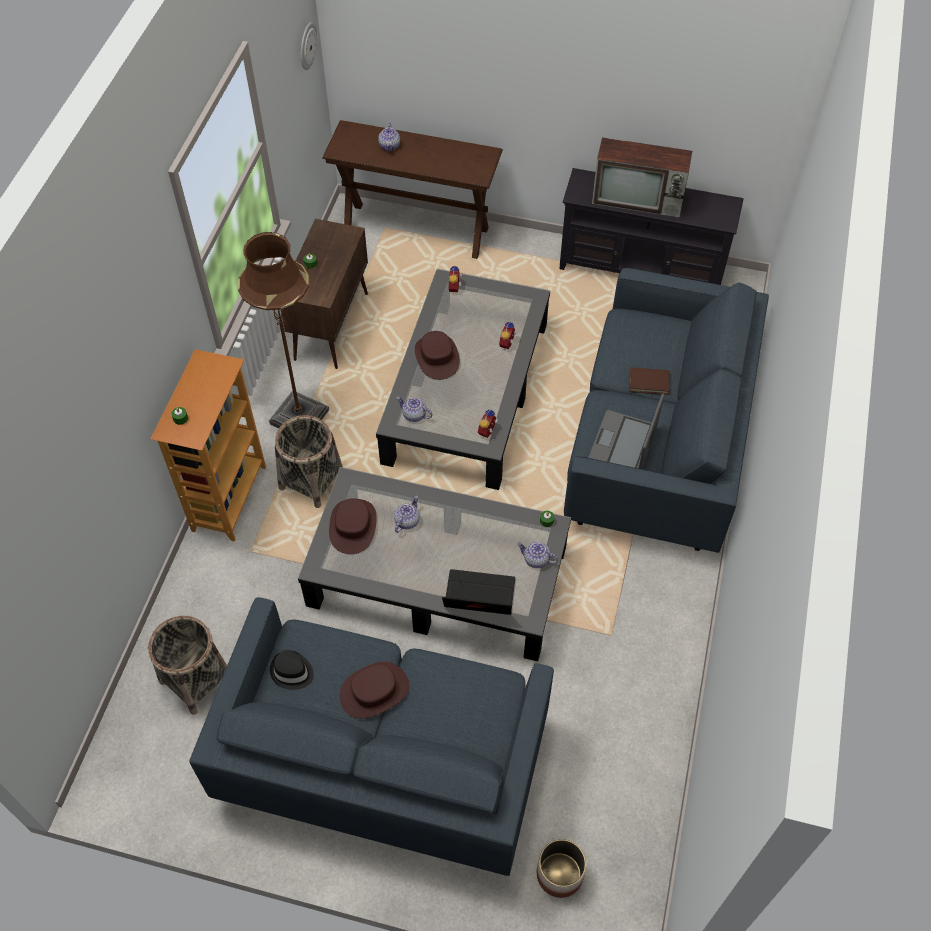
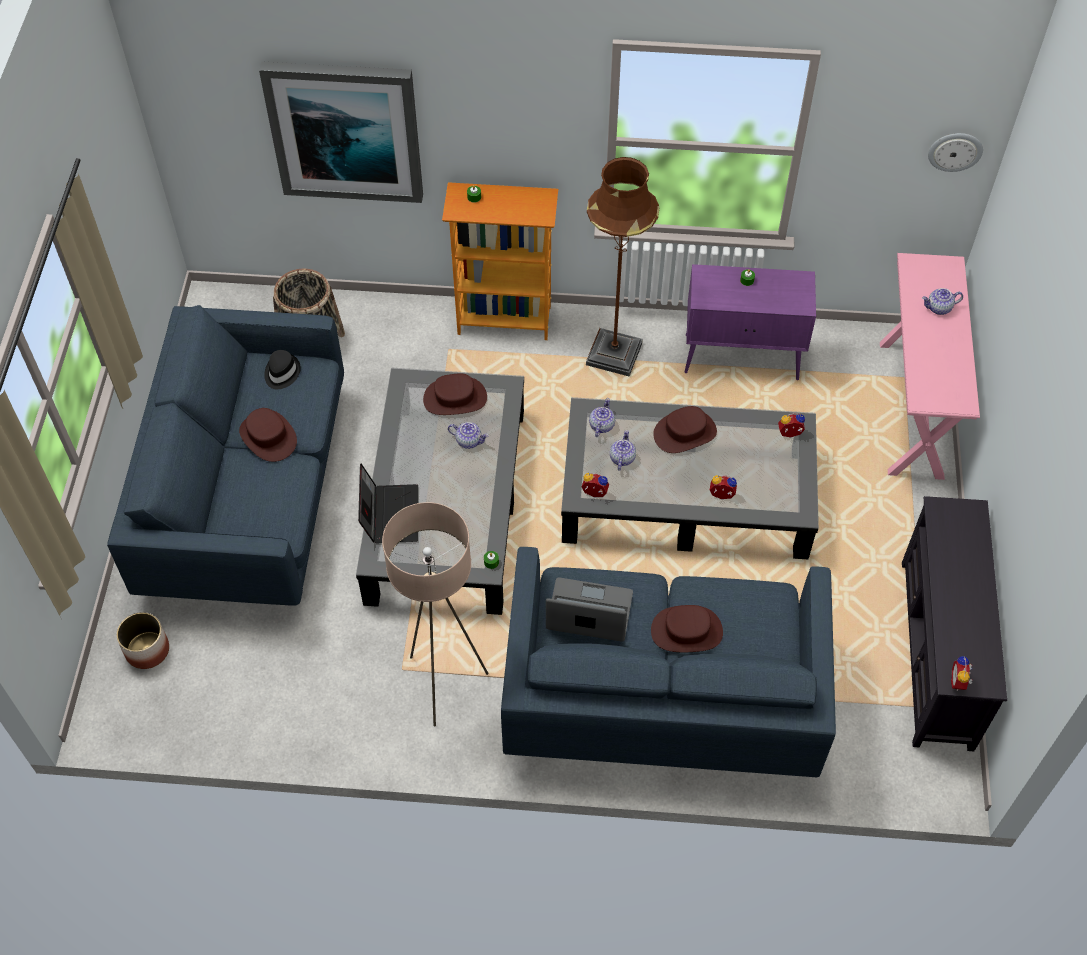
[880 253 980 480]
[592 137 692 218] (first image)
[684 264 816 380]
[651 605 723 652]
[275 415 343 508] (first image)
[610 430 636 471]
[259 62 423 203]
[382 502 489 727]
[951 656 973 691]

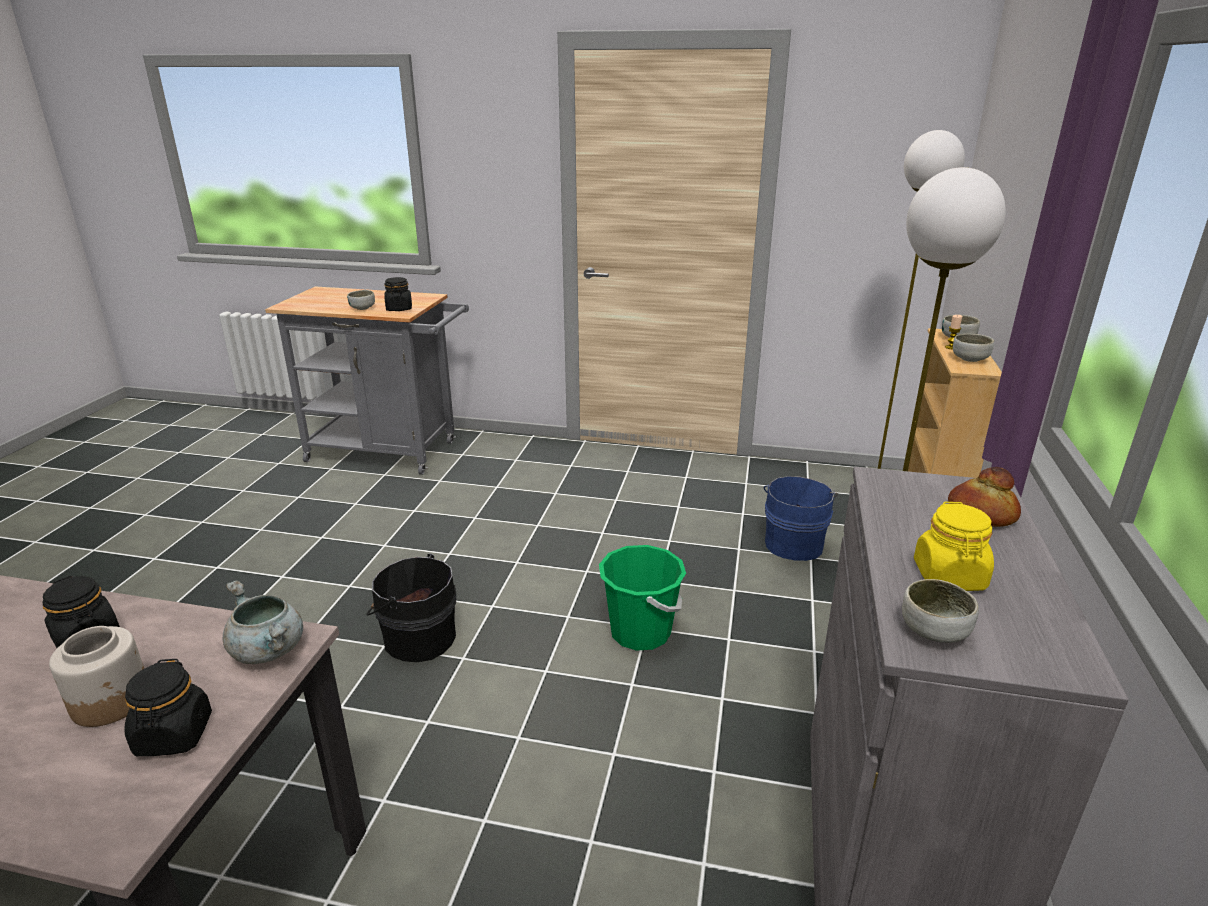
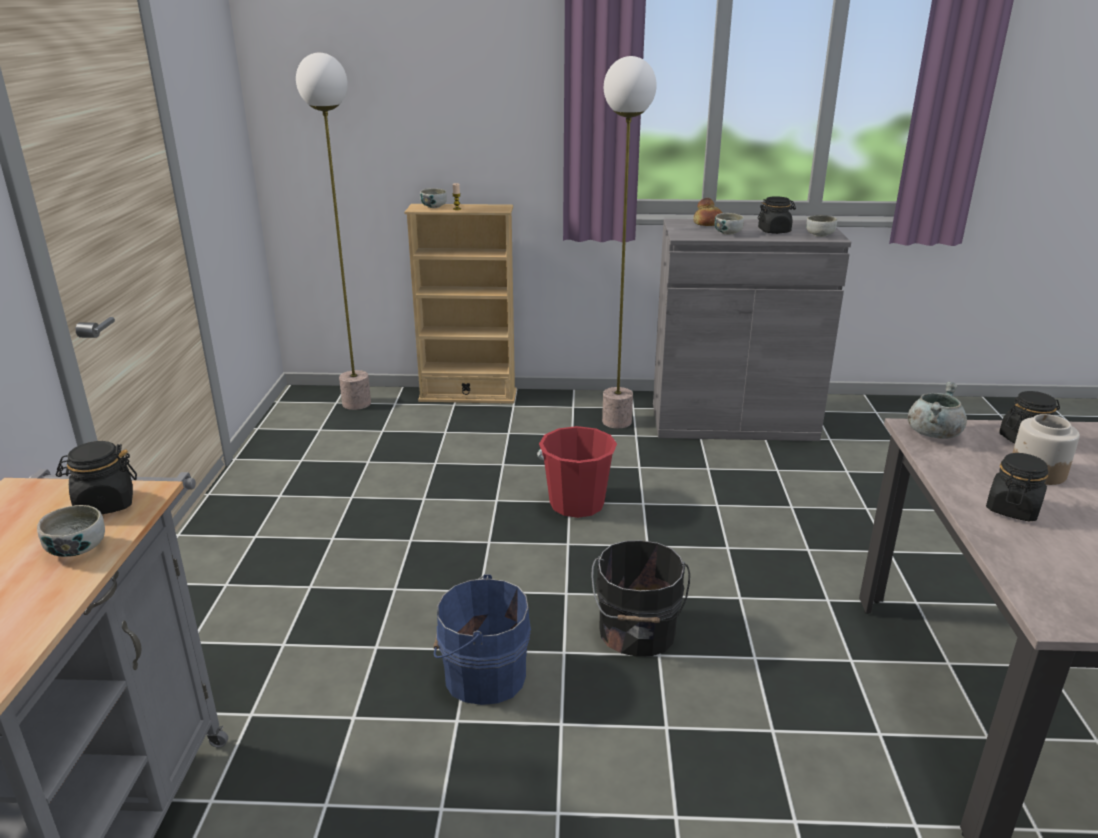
[715 213 744 235]
[434 574 531 705]
[758 196 796 234]
[537 426 617 518]

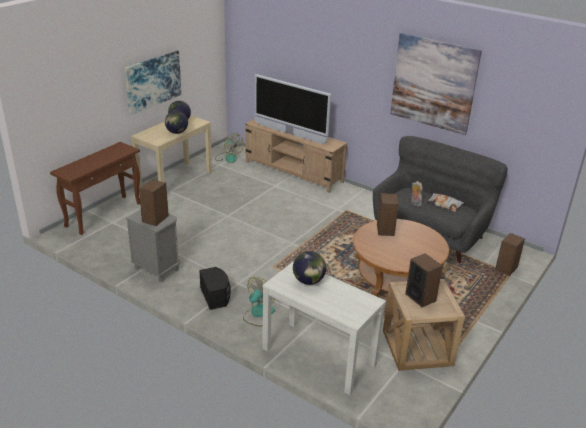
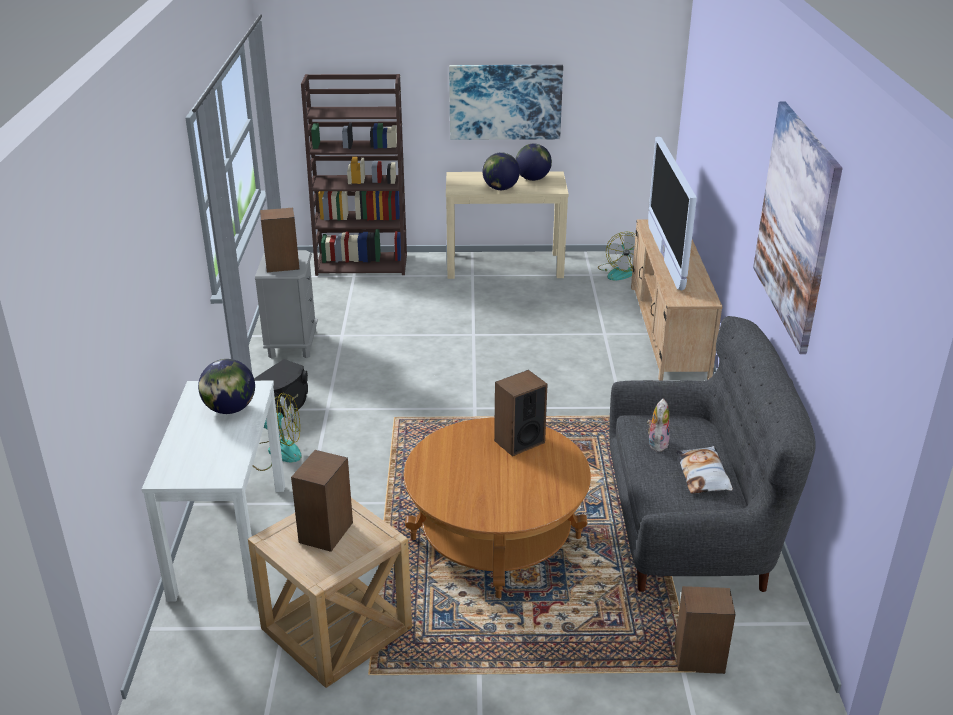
[301 74 407 276]

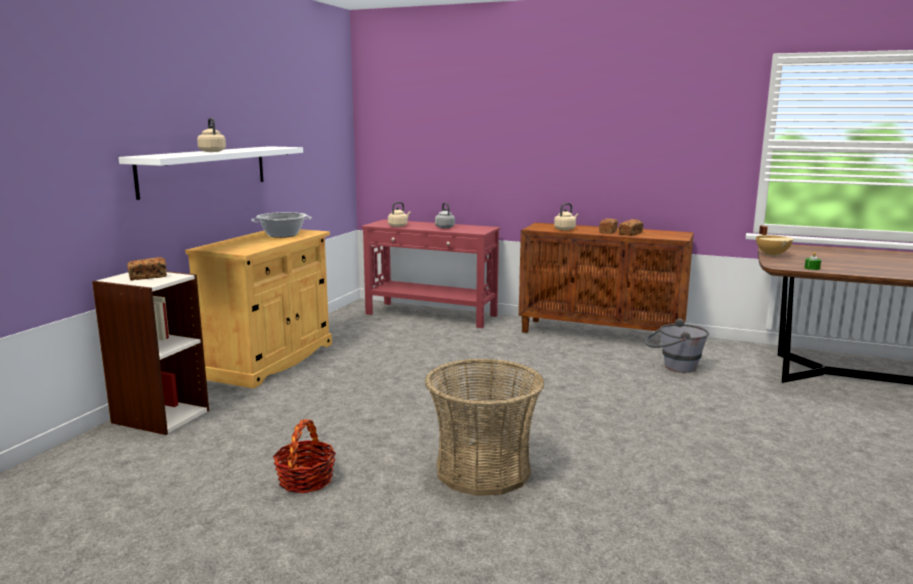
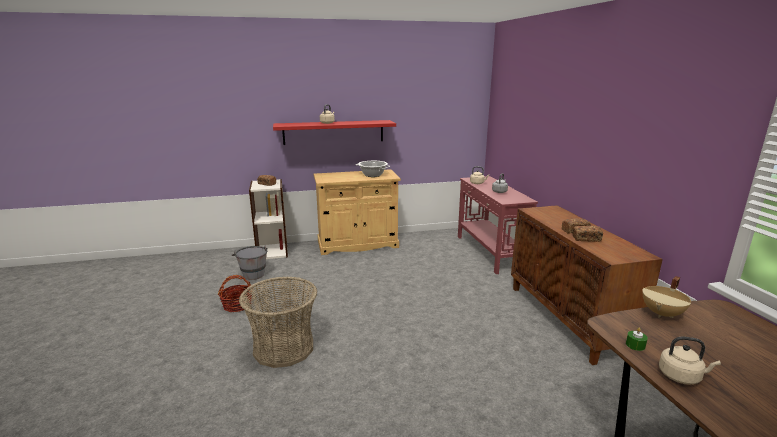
[273 120 396 145]
[659 336 721 385]
[232 245 268 280]

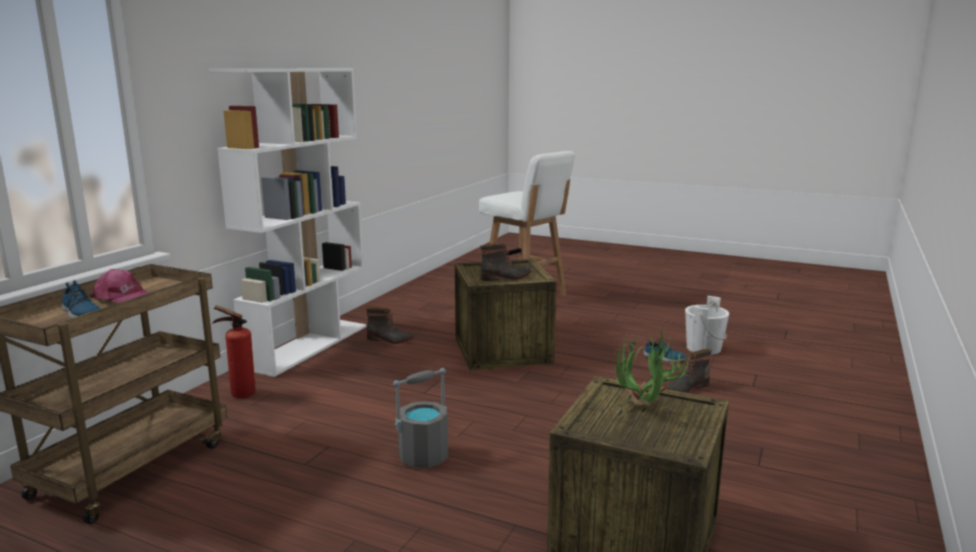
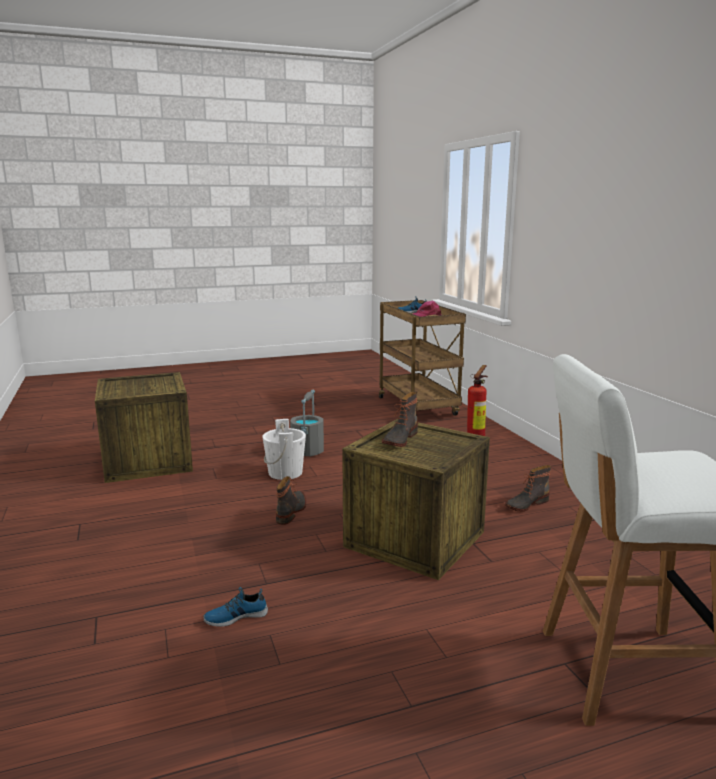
[209 68 366 377] (first image)
[262 419 306 480]
[614 330 692 408] (first image)
[276 476 306 525]

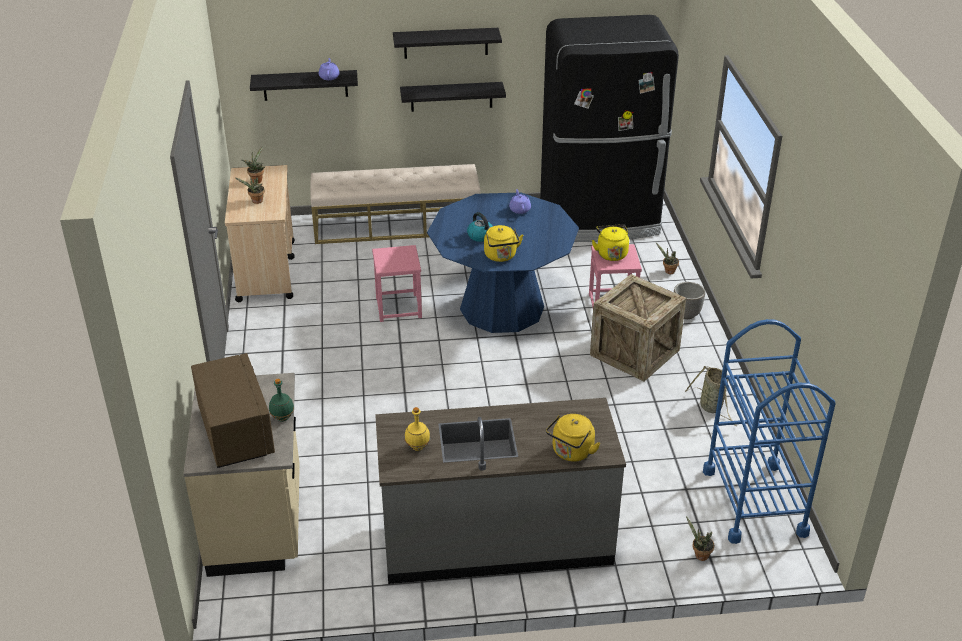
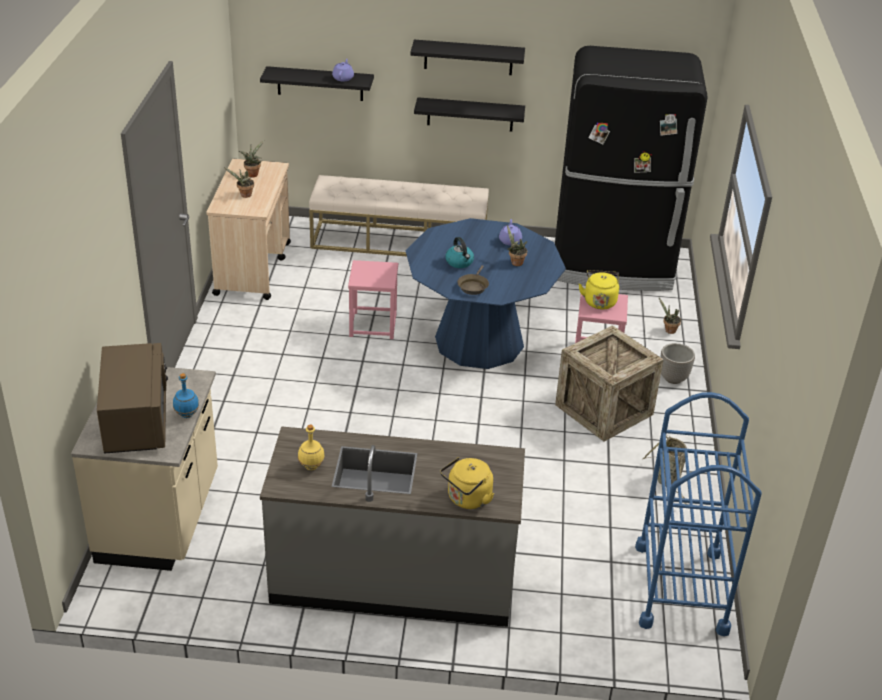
[457 265 489 295]
[173 373 199 418]
[507 225 527 266]

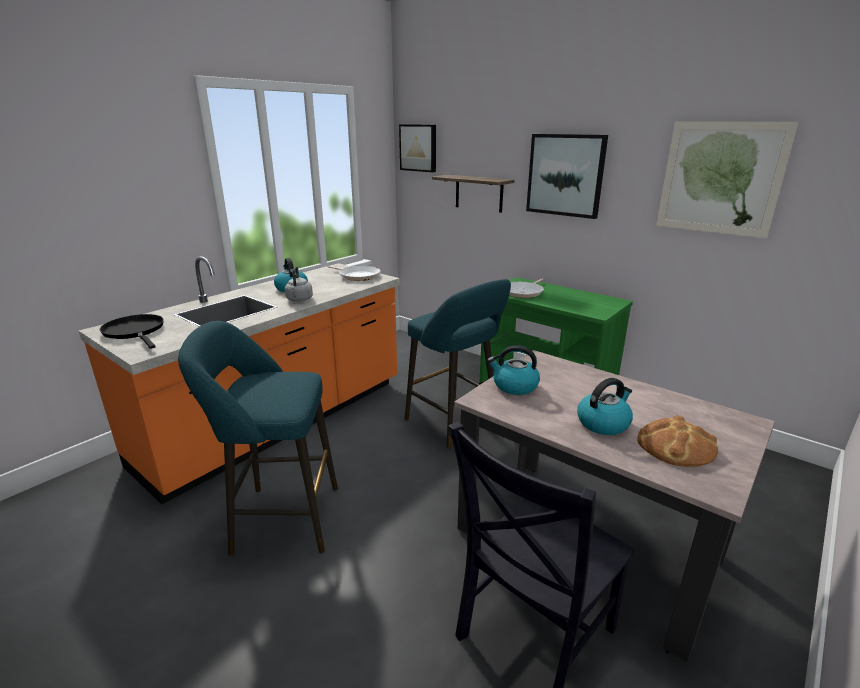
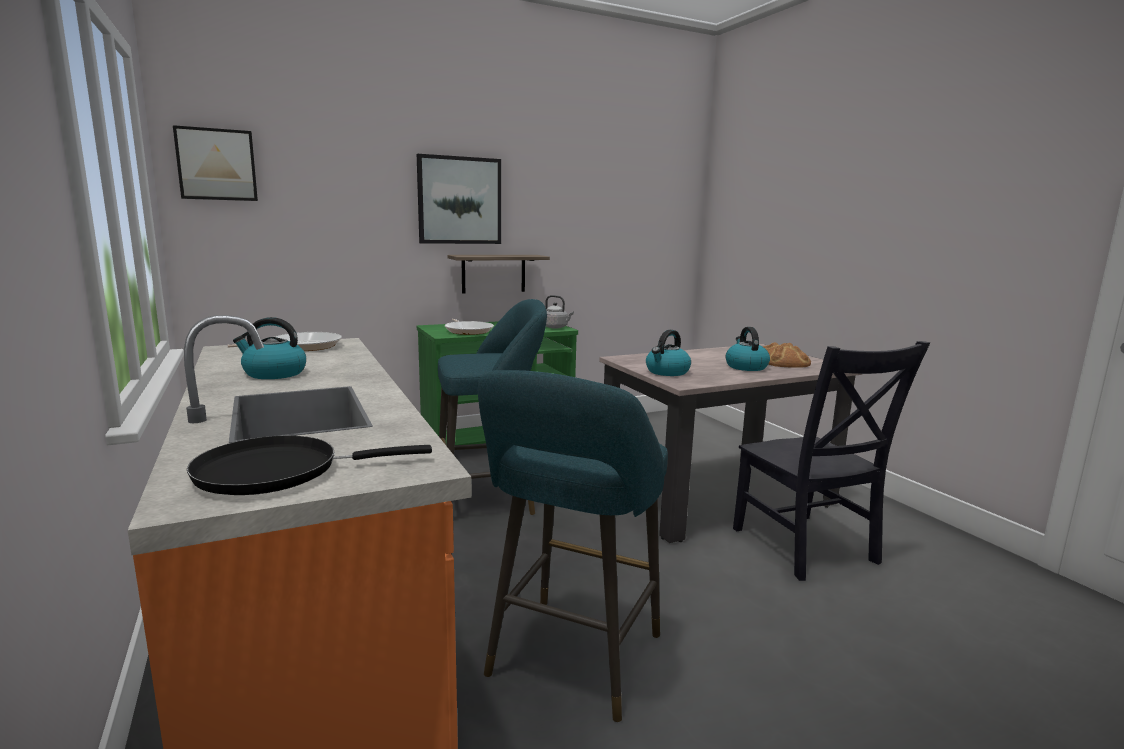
[656 122 798 238] (first image)
[447 255 550 294]
[546 295 574 328]

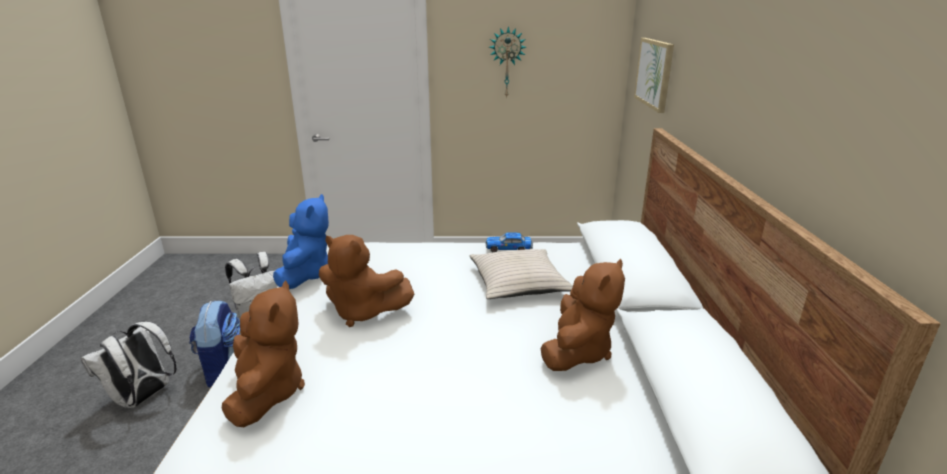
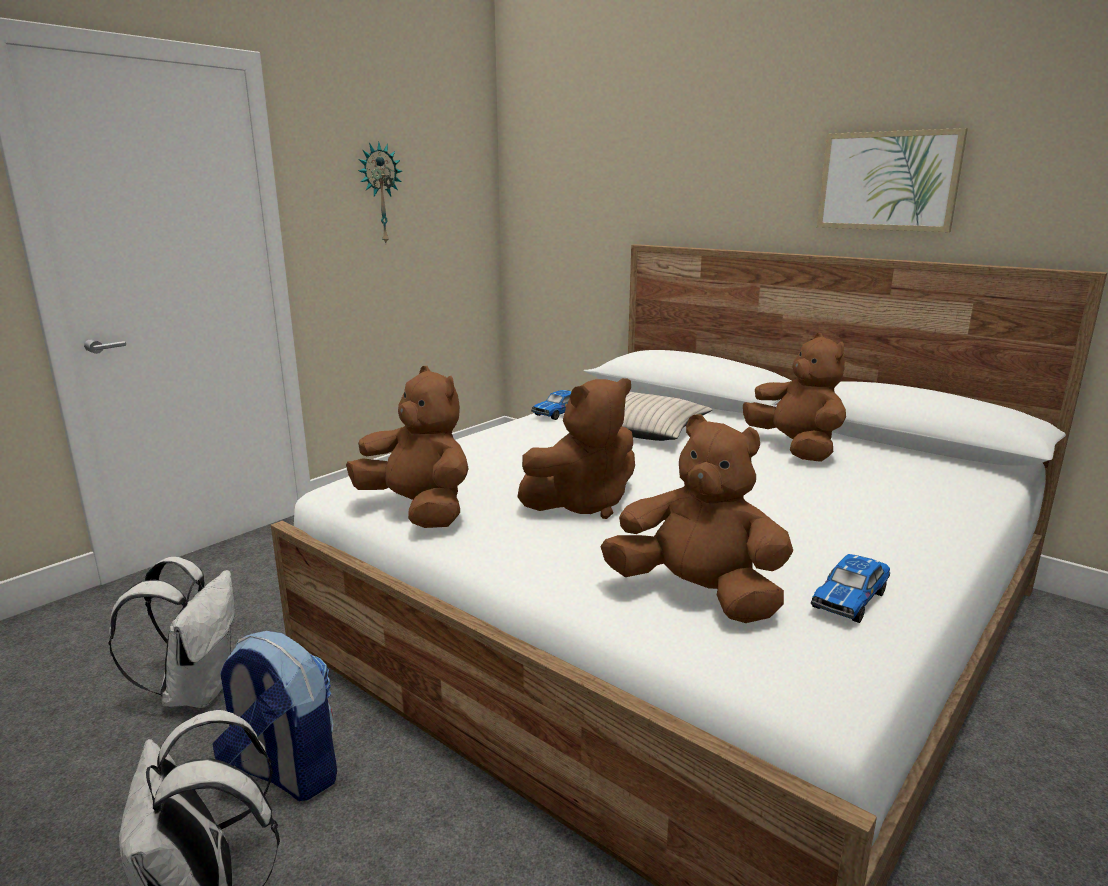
[817 128 968 232]
[346 366 469 528]
[811 554 890 623]

